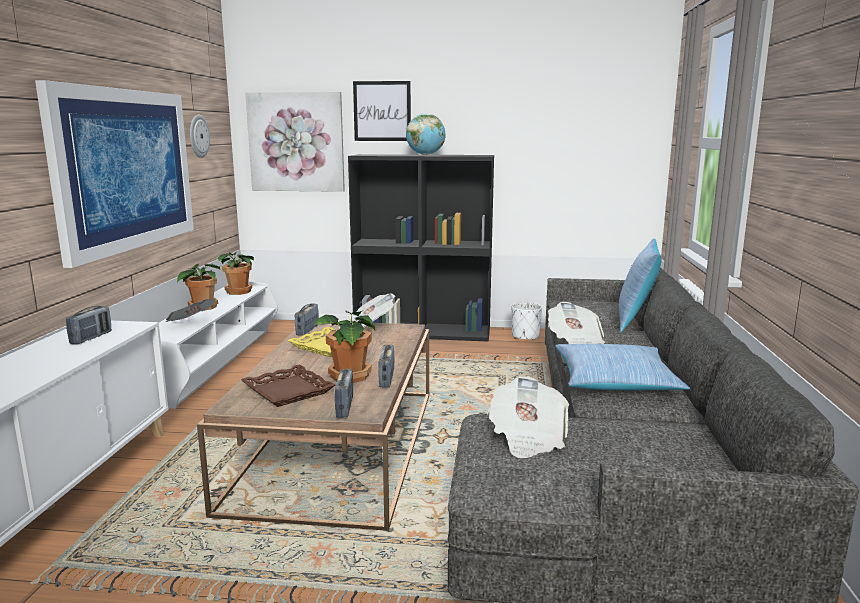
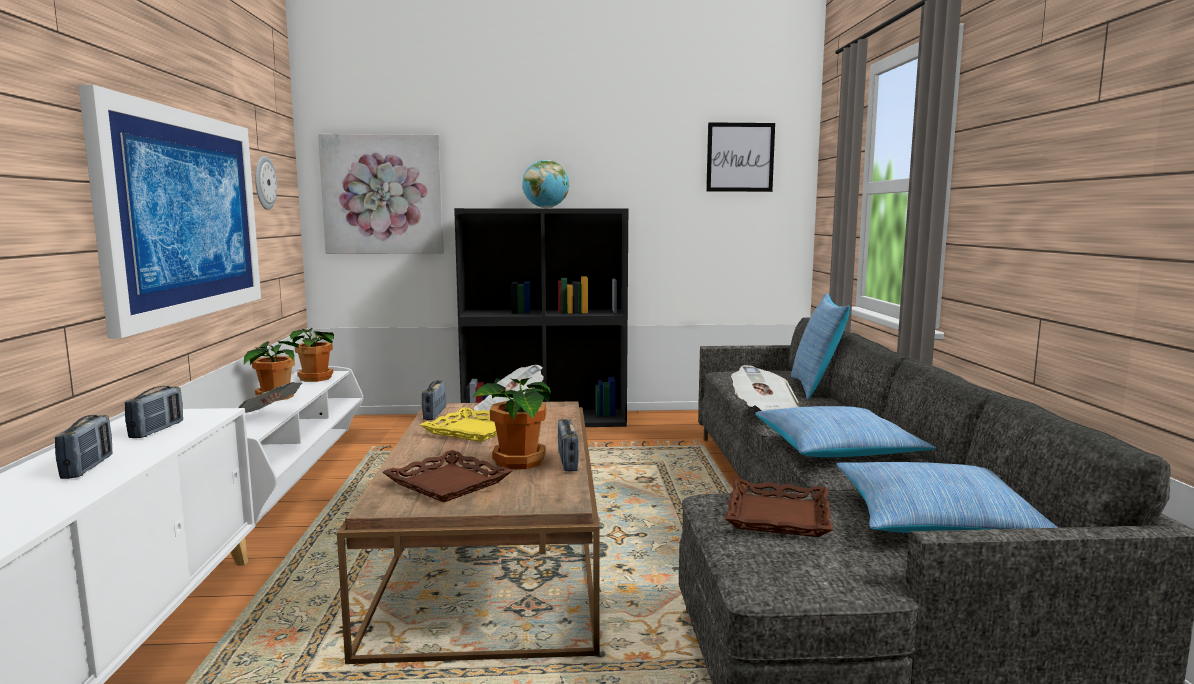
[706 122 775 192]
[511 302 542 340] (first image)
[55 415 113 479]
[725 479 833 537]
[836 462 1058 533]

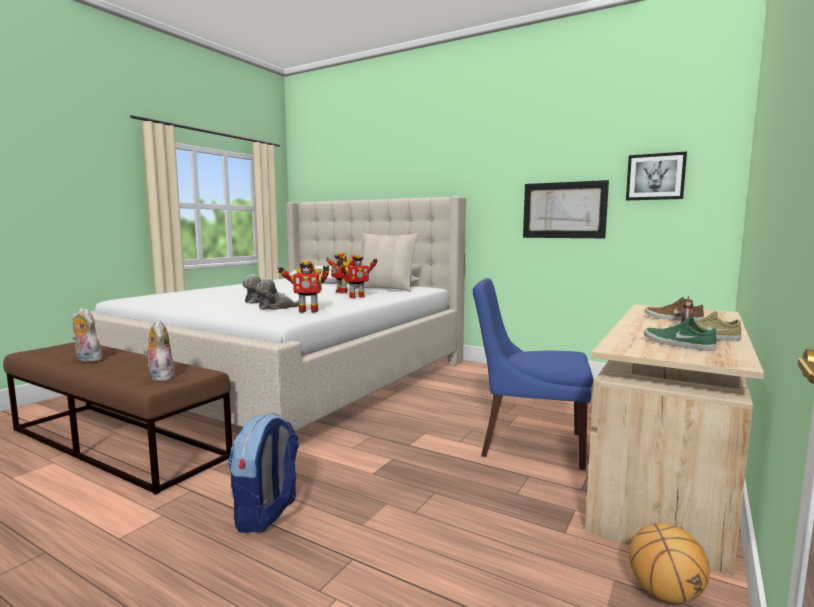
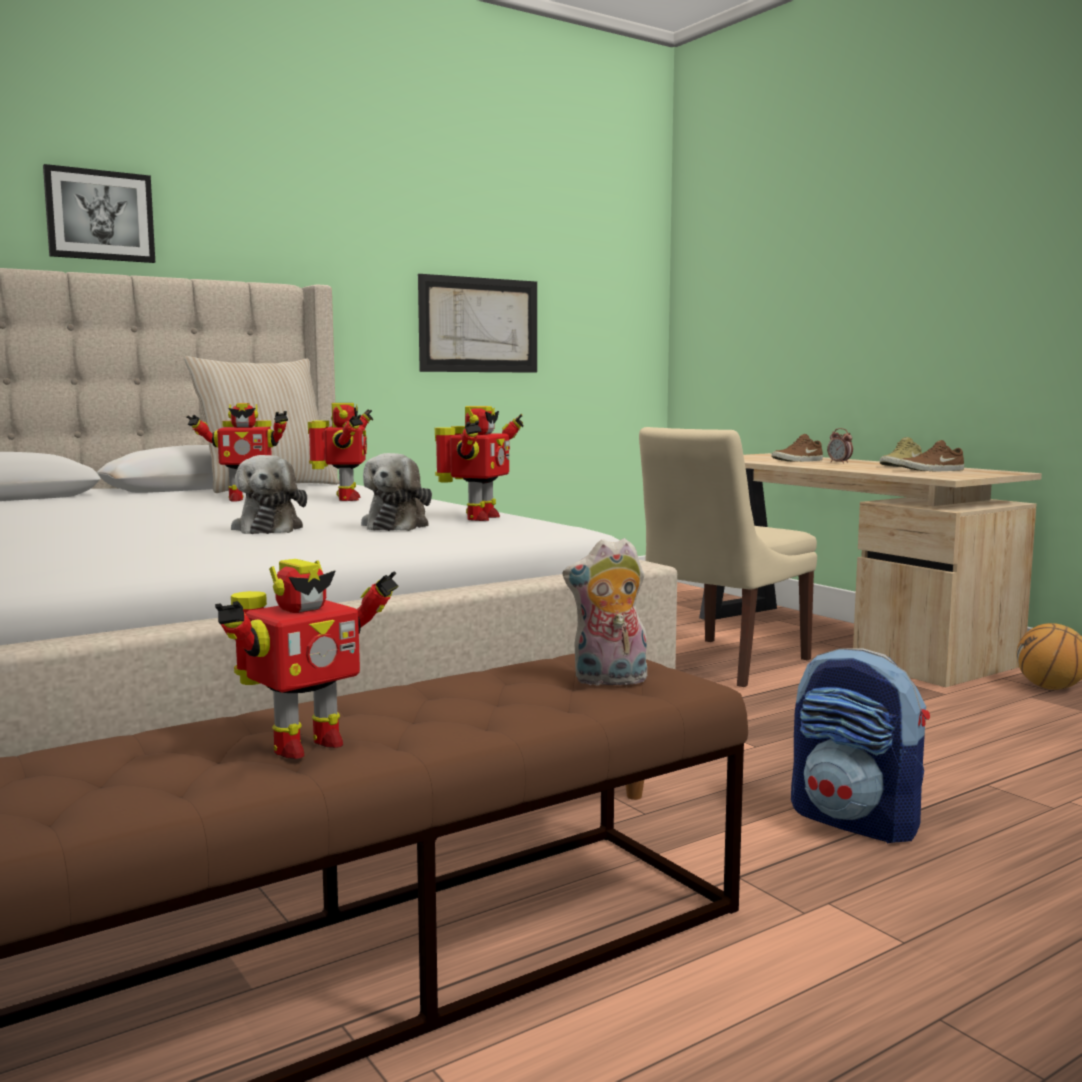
[43 164 155 263]
[639 427 817 687]
[215 559 398 759]
[899 440 964 471]

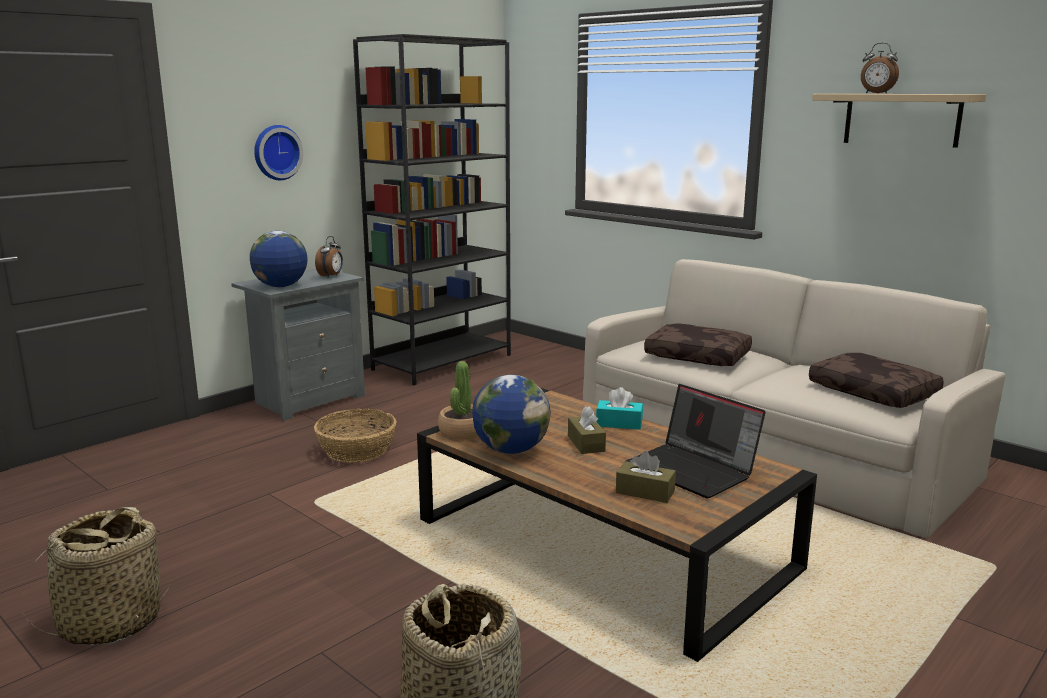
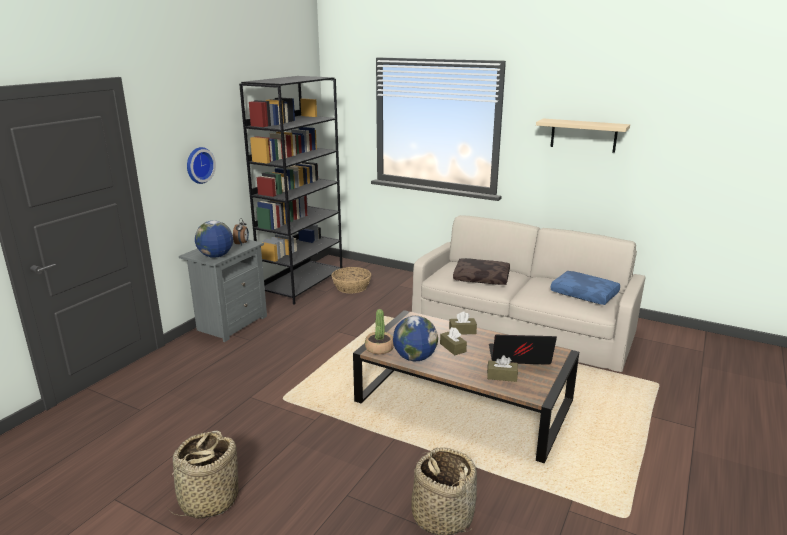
[861 43 899 93] (first image)
[551 271 620 305]
[489 335 557 365]
[449 311 477 335]
[332 267 371 294]

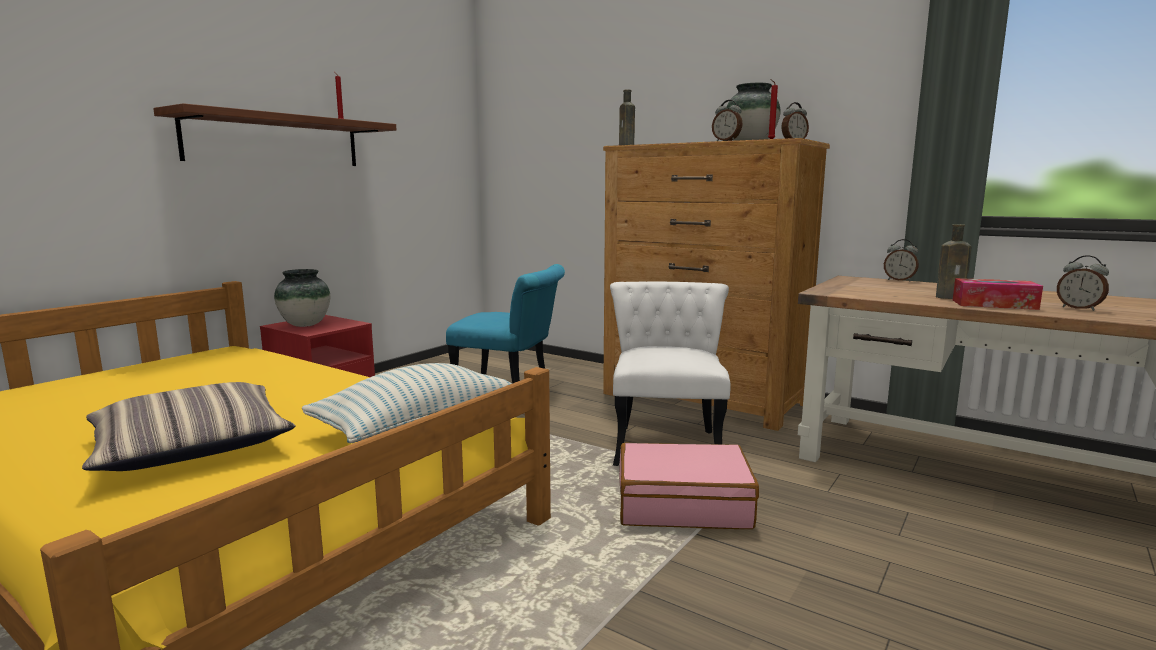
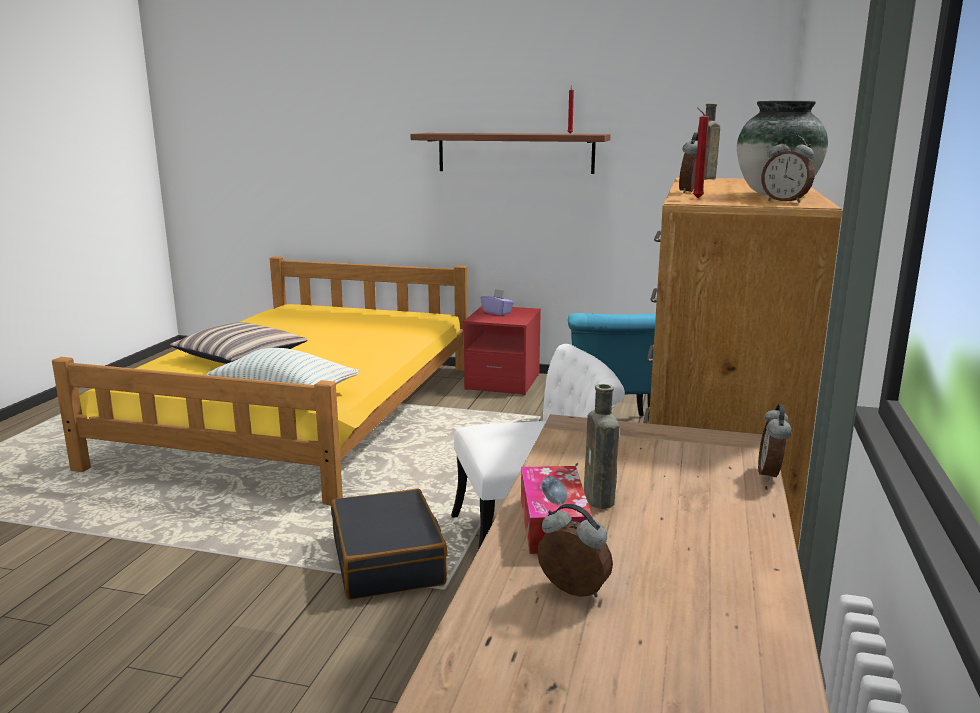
[537 504 613 597]
[481 289 514 316]
[331 488 448 600]

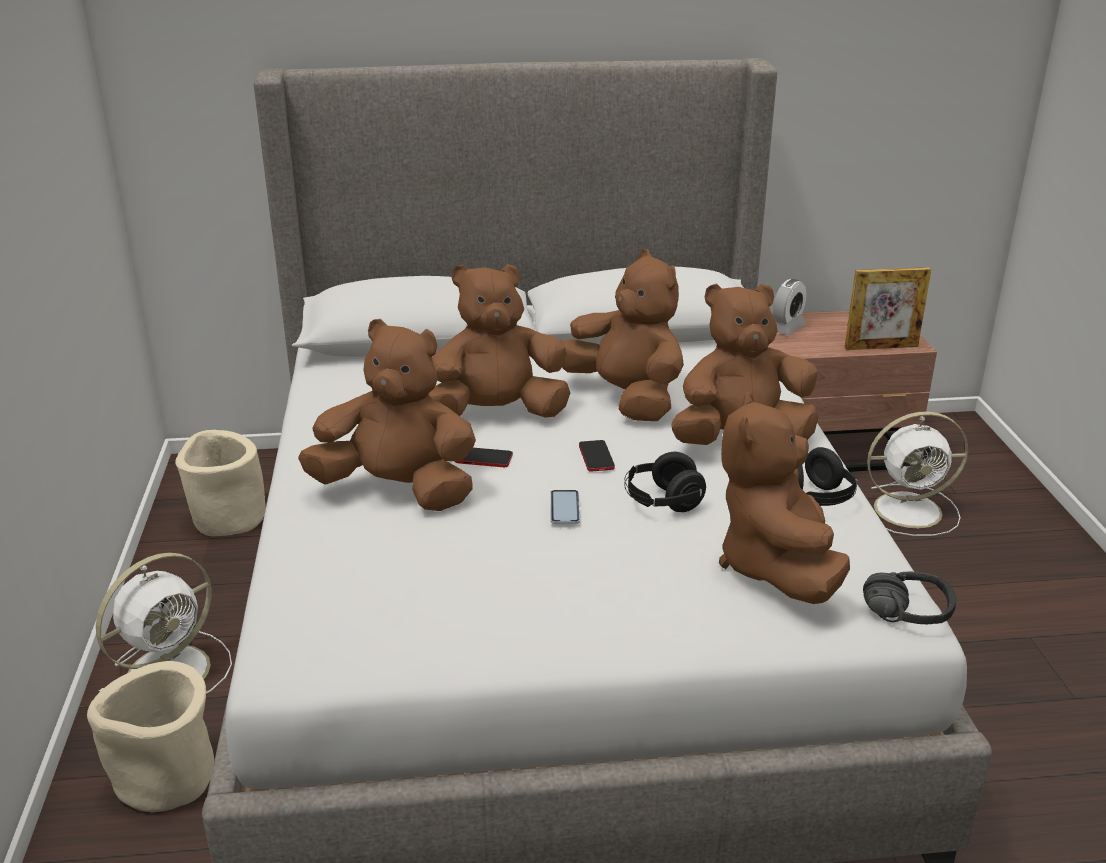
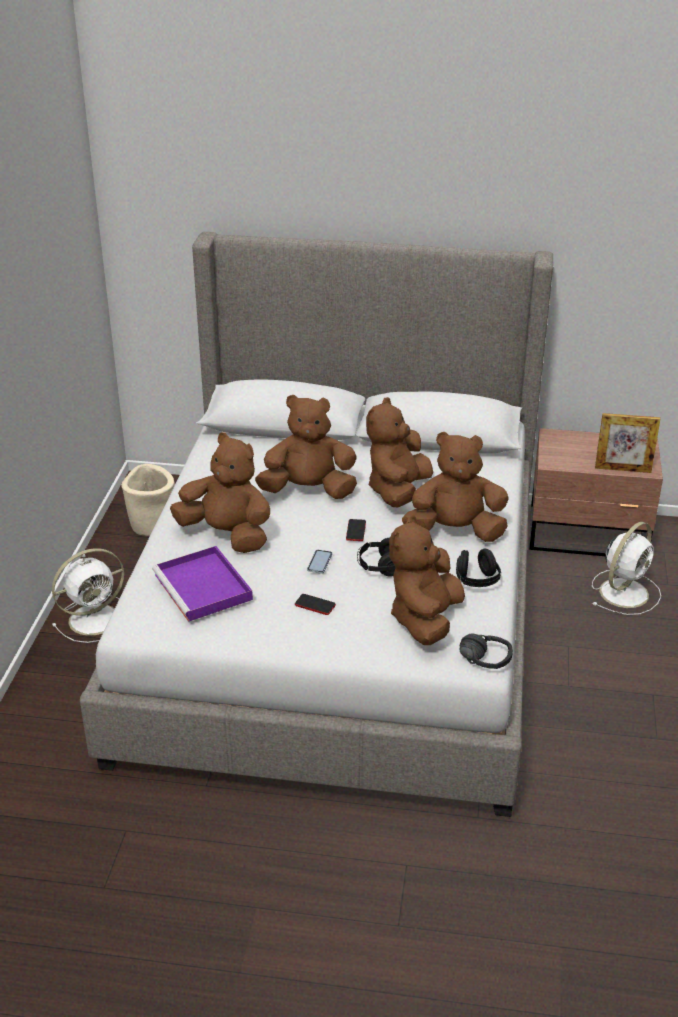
[366 397 433 507]
[773 279 807 335] (first image)
[592 522 661 615]
[295 594 336 615]
[87 661 214 812] (first image)
[152 546 253 622]

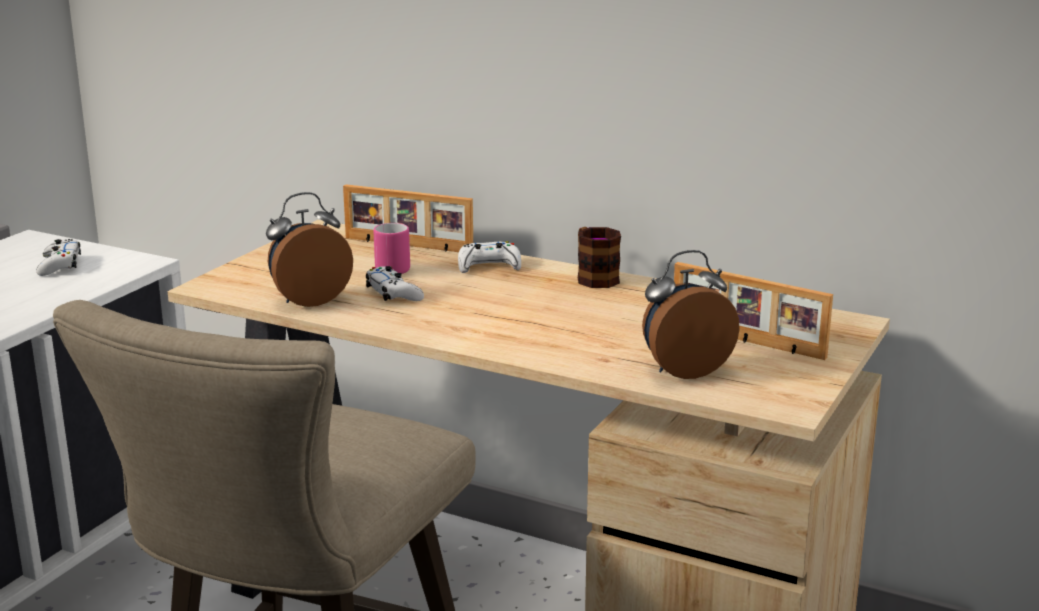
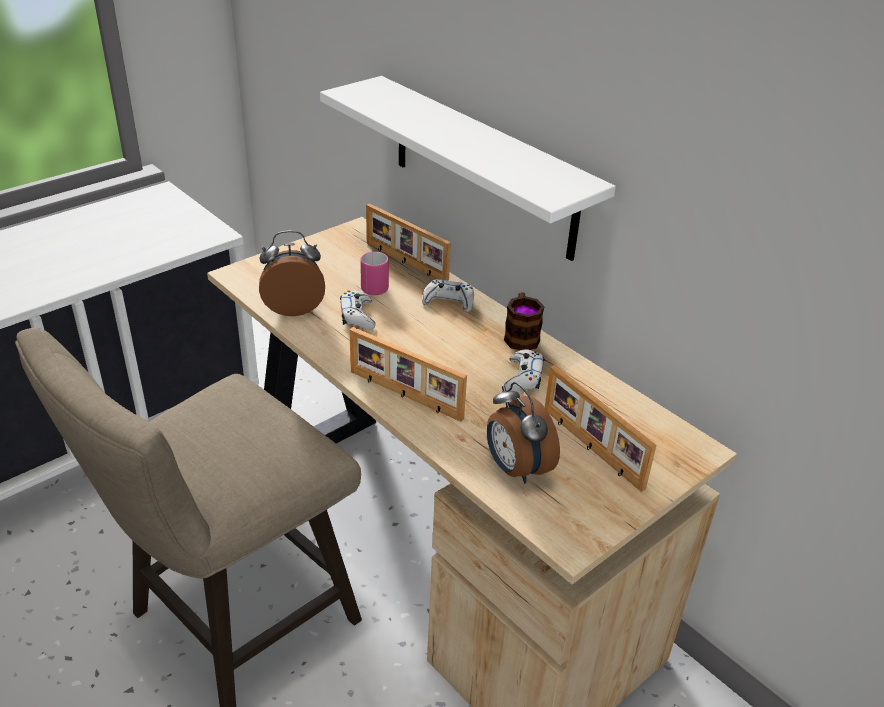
[504 349 544 391]
[487 382 560 484]
[320 76 616 261]
[350 327 467 422]

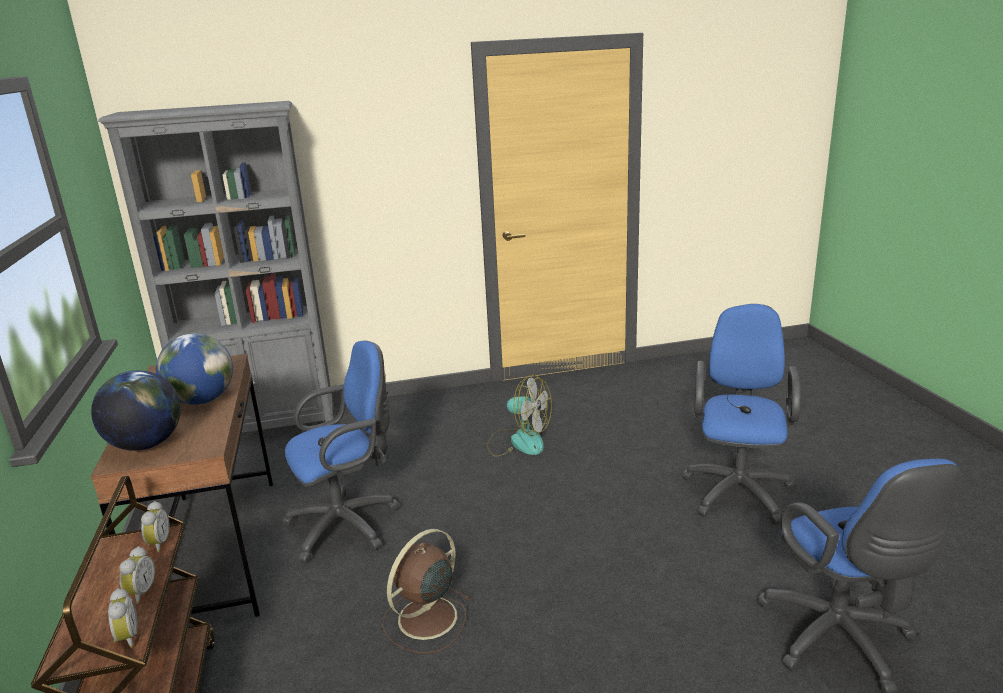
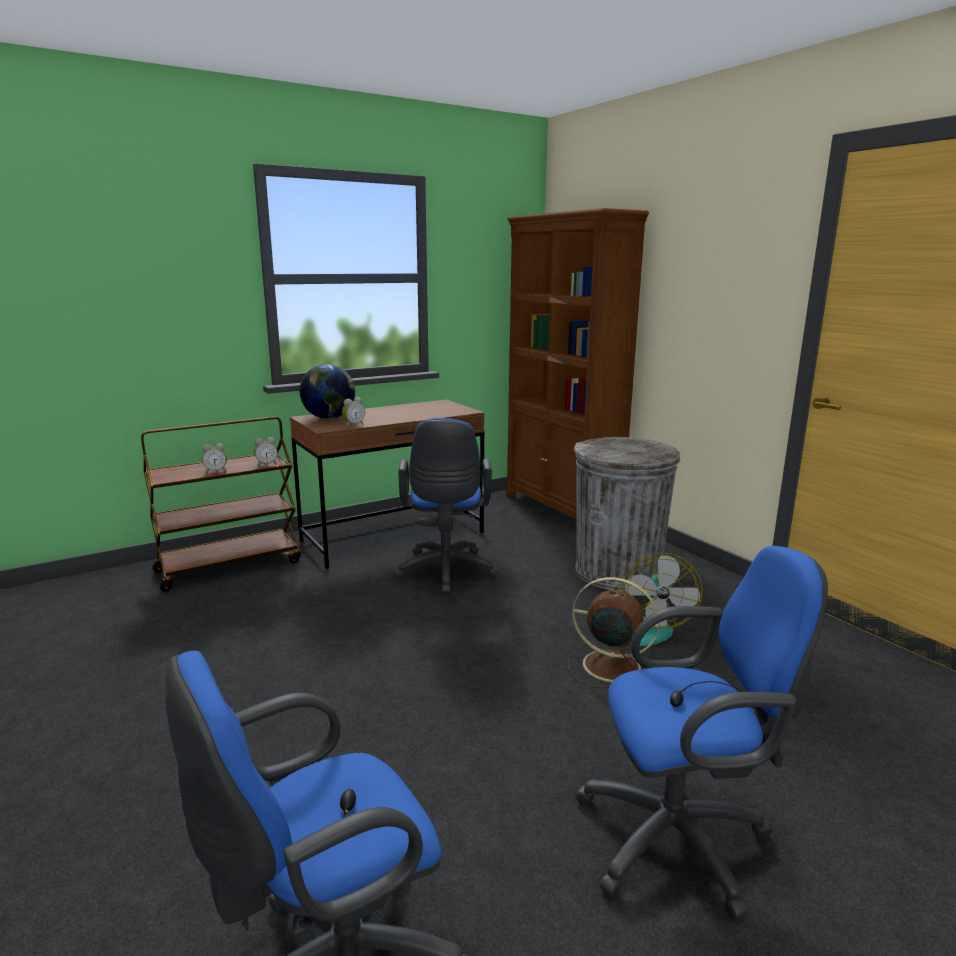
[506 208 649 519]
[156 333 233 405] (first image)
[394 418 498 595]
[568 577 660 688]
[342 397 365 427]
[574 437 680 592]

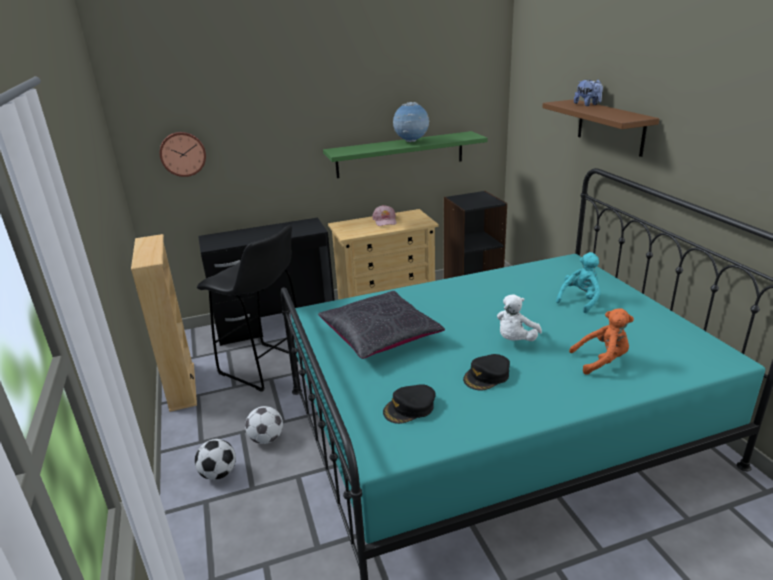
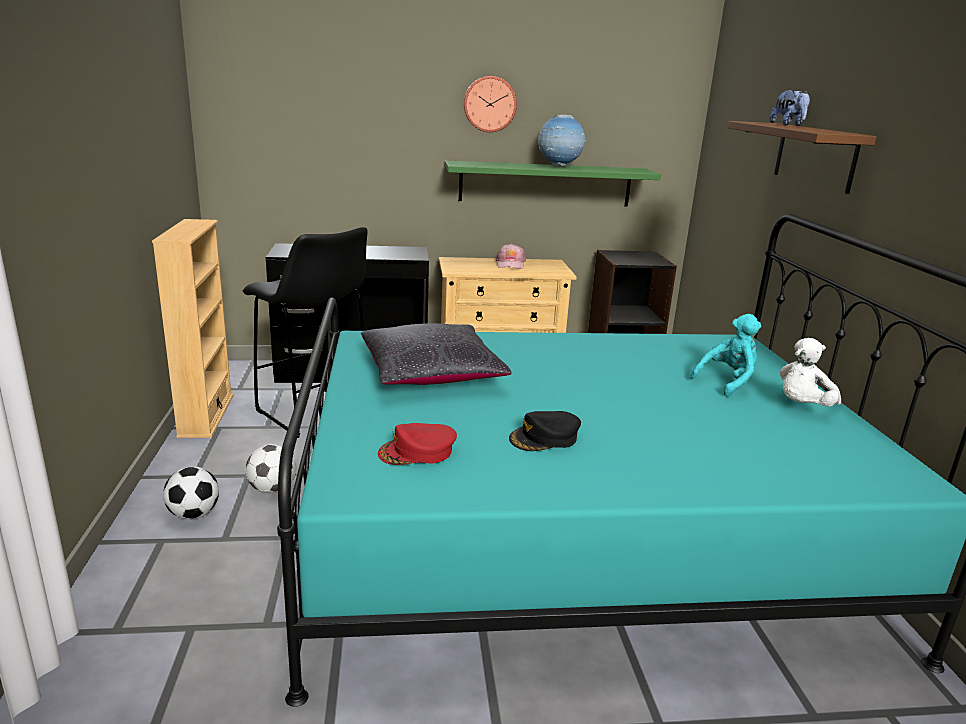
[464 76 517 132]
[780 338 841 407]
[569 308 634 375] (first image)
[378 423 457 465]

